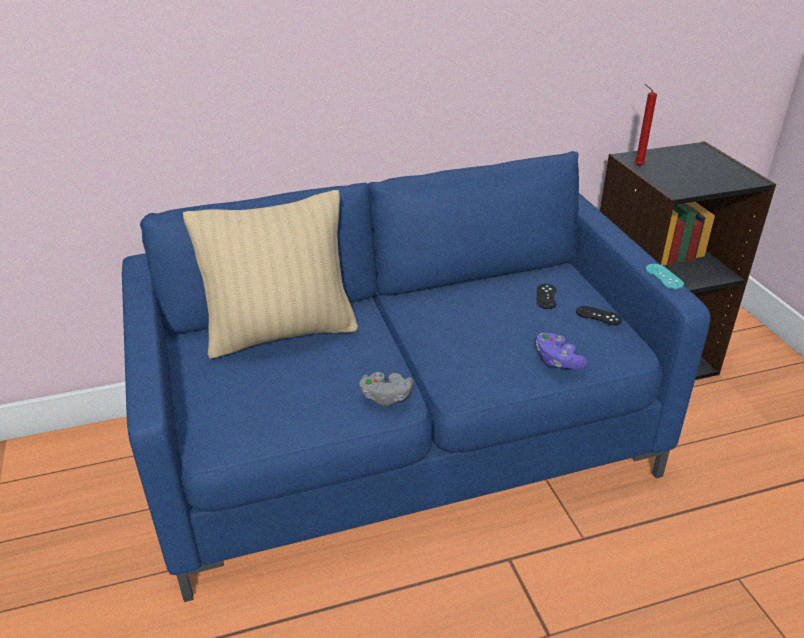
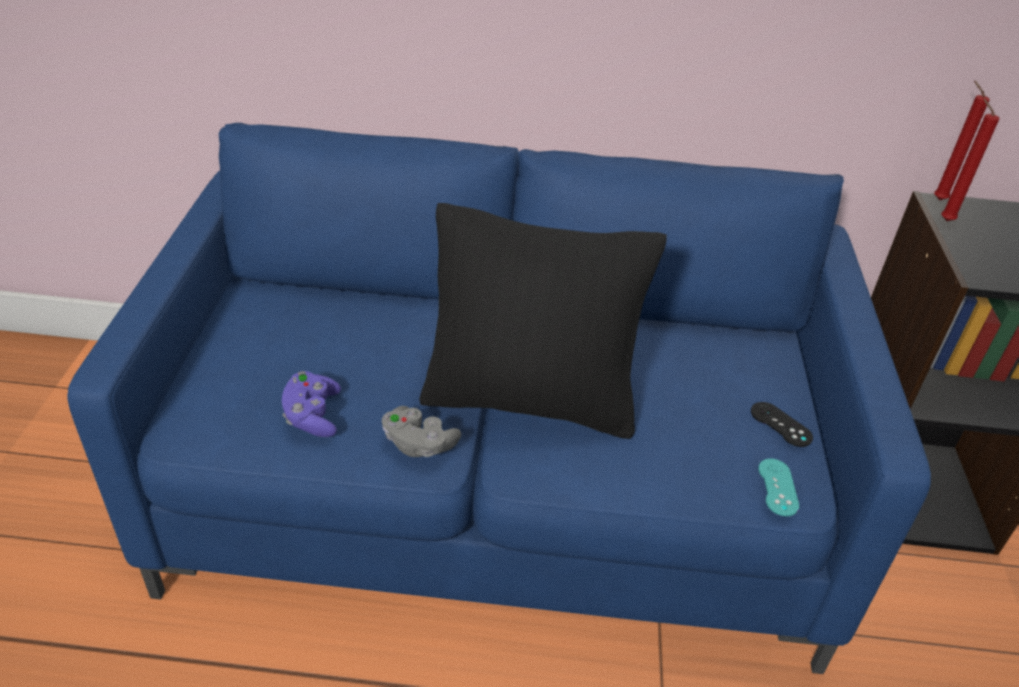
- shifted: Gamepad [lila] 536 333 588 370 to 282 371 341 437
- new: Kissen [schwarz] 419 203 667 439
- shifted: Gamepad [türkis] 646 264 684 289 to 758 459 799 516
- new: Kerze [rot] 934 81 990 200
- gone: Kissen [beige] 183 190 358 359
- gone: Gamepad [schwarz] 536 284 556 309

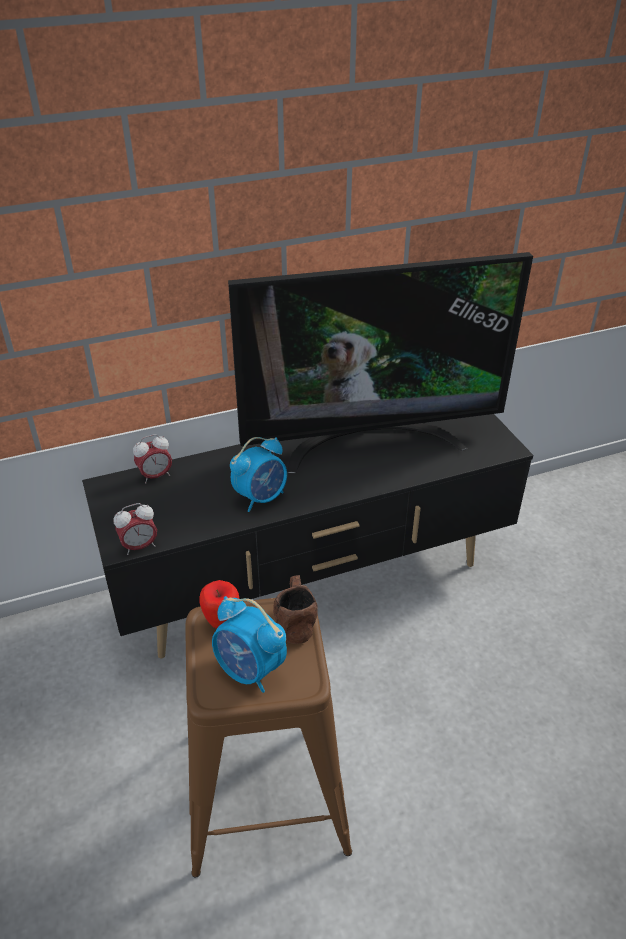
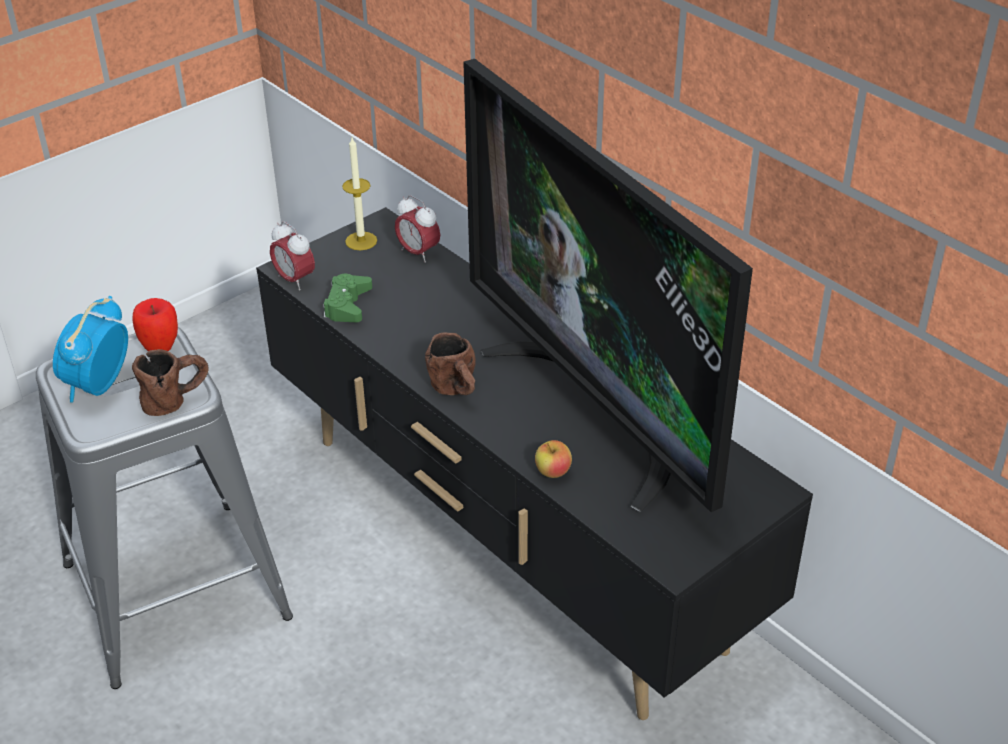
- repainted: Hocker [braun] 185 598 352 878 to Hocker [grau] 36 327 293 689
- new: Gamepad [grün] 323 274 372 322
- new: Kerze 342 138 377 250
- new: Henkelbecher [braun] 425 333 476 395
- new: Apfel 535 440 572 478
- gone: Wecker 230 437 287 512

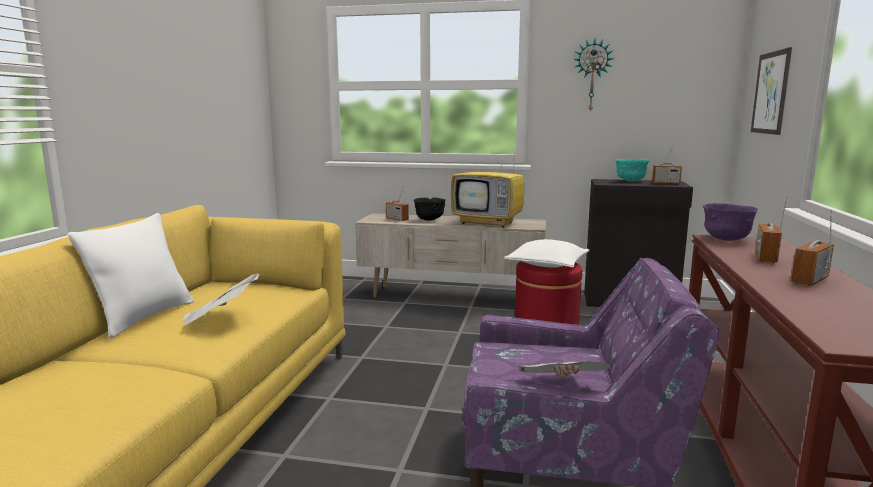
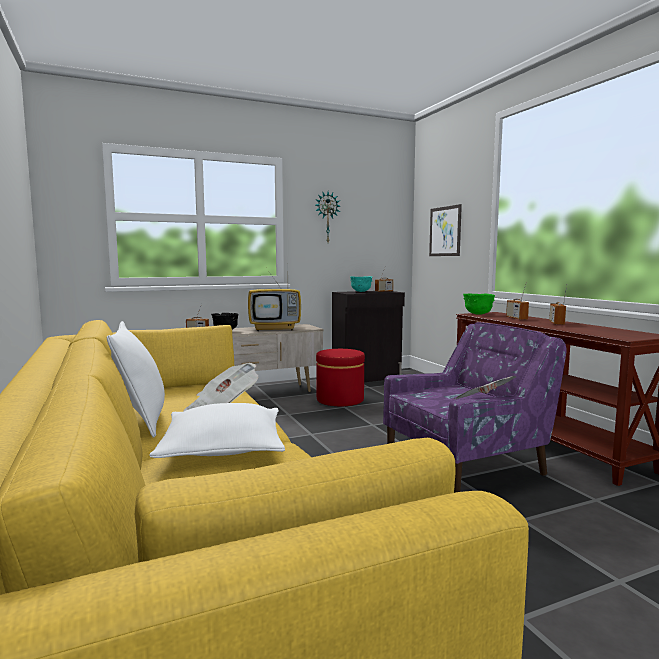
- shifted: Kissen [weiß] 504 239 590 268 to 149 403 285 458
- repainted: Schüssel [lila] 703 203 758 241 to Schüssel [grün] 463 294 495 315

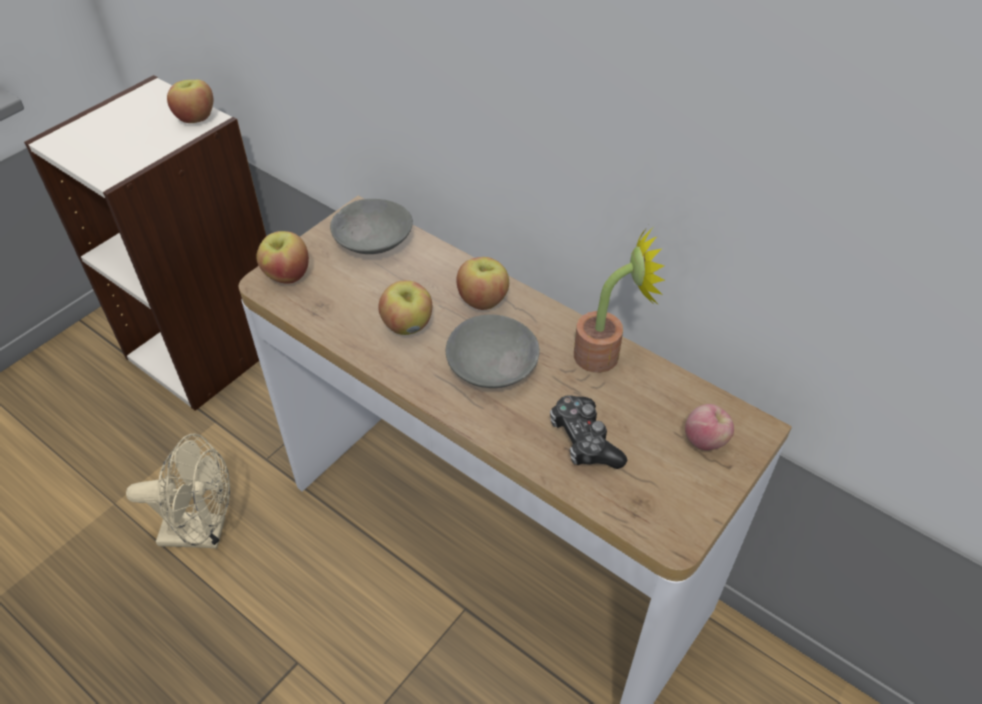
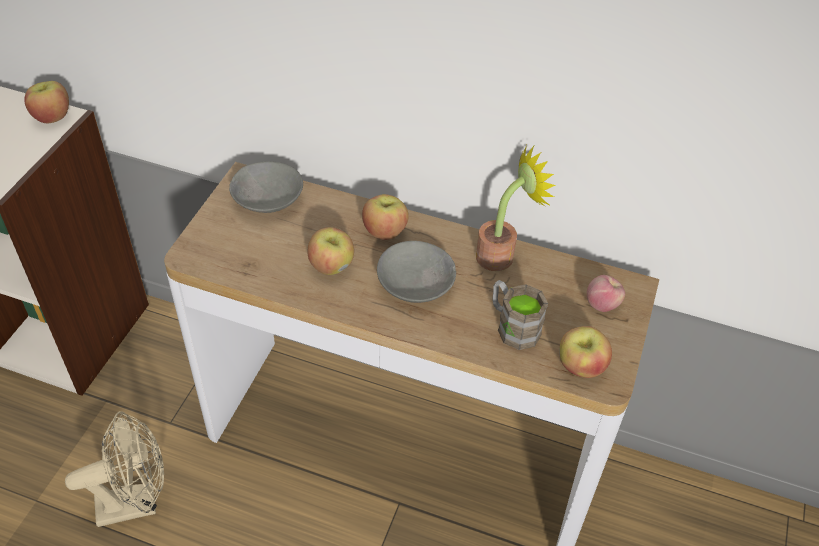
- swapped: Gamepad 550 395 627 469 to Henkelbecher [braun] 493 280 548 350
- shifted: Apfel 256 231 309 284 to 559 326 612 378

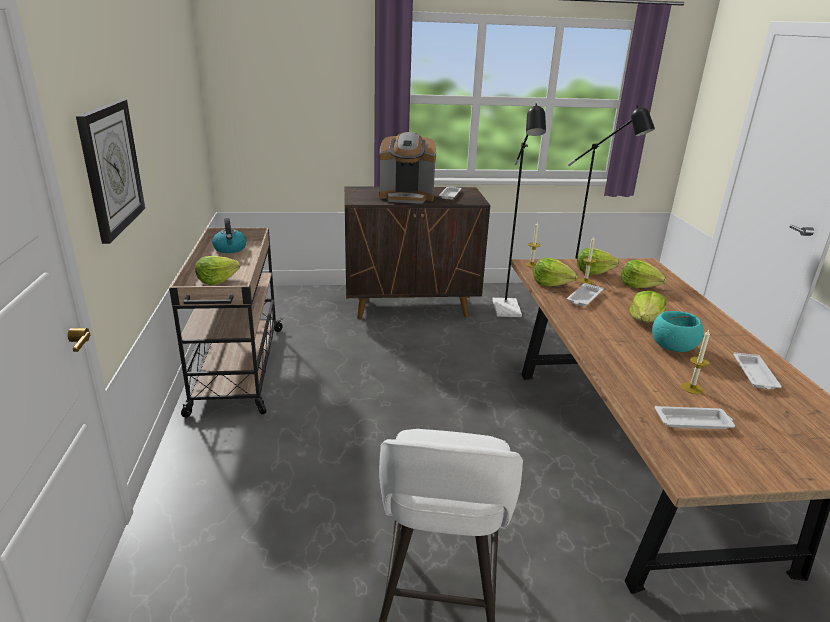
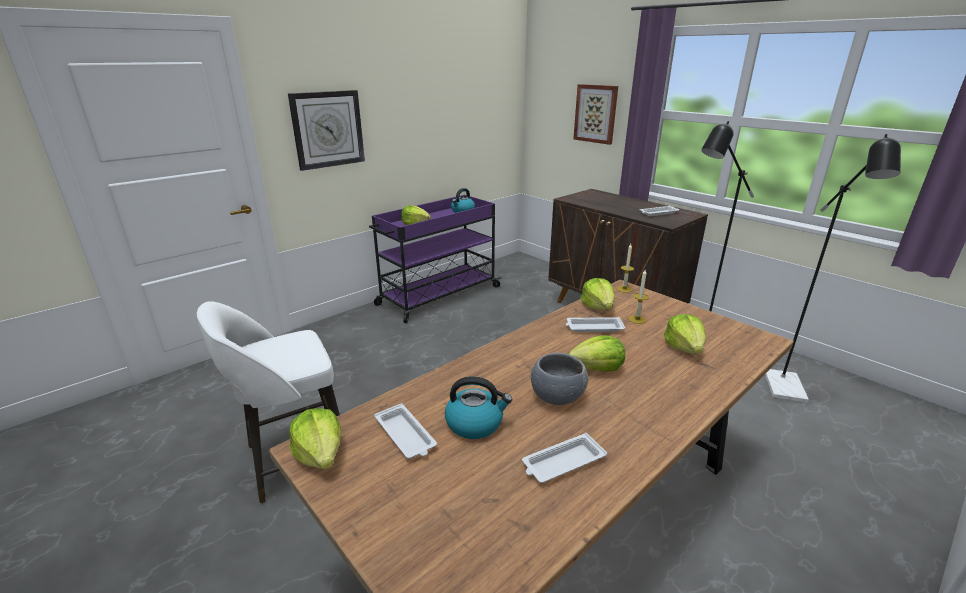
- shifted: Salatkopf 577 248 619 275 to 289 408 342 469
- repainted: Rollwagen [beige] 169 228 284 418 to Rollwagen [lila] 369 195 502 323
- swapped: Kerze 681 330 710 394 to Wasserkessel 445 376 512 439
- repainted: Schüssel [türkis] 652 311 704 352 to Schüssel [grau] 531 353 588 405
- new: Bild 573 84 618 145
- gone: Kaffeemaschine 379 132 436 204

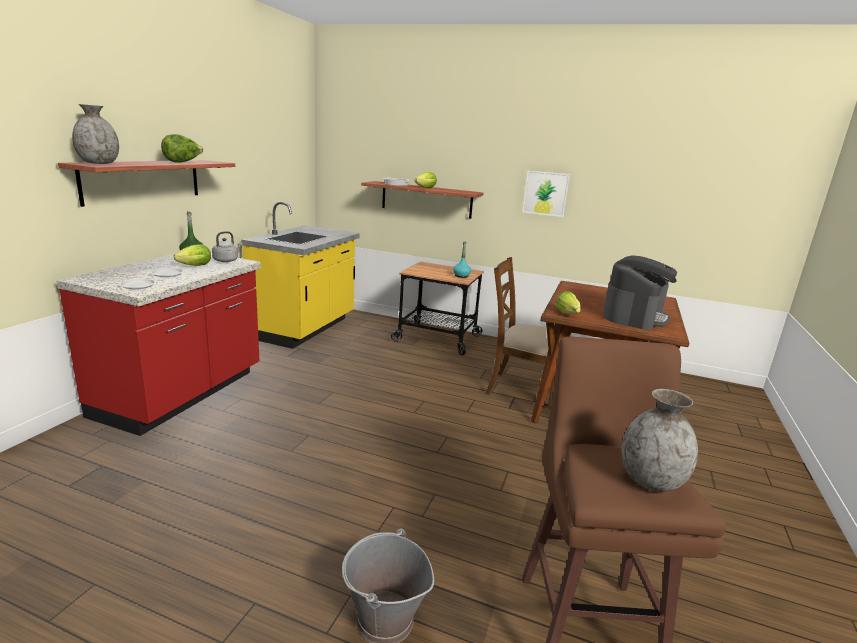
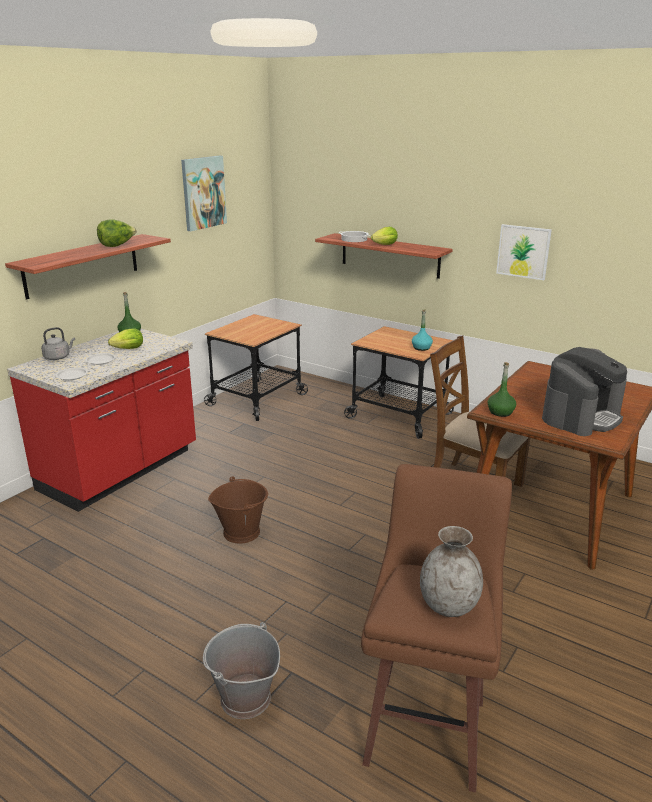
- shifted: Wasserkessel [grau] 212 231 243 262 to 41 327 75 360
- new: Bild 181 156 227 231
- swapped: Küchenzeile [gelb] 241 202 360 349 to Rollwagen 204 314 308 421
- new: Eimer [braun] 208 476 268 543
- swapped: Salatkopf 556 291 581 314 to Flasche [grün] 488 362 516 417
- gone: Vase [grau] 72 104 119 164

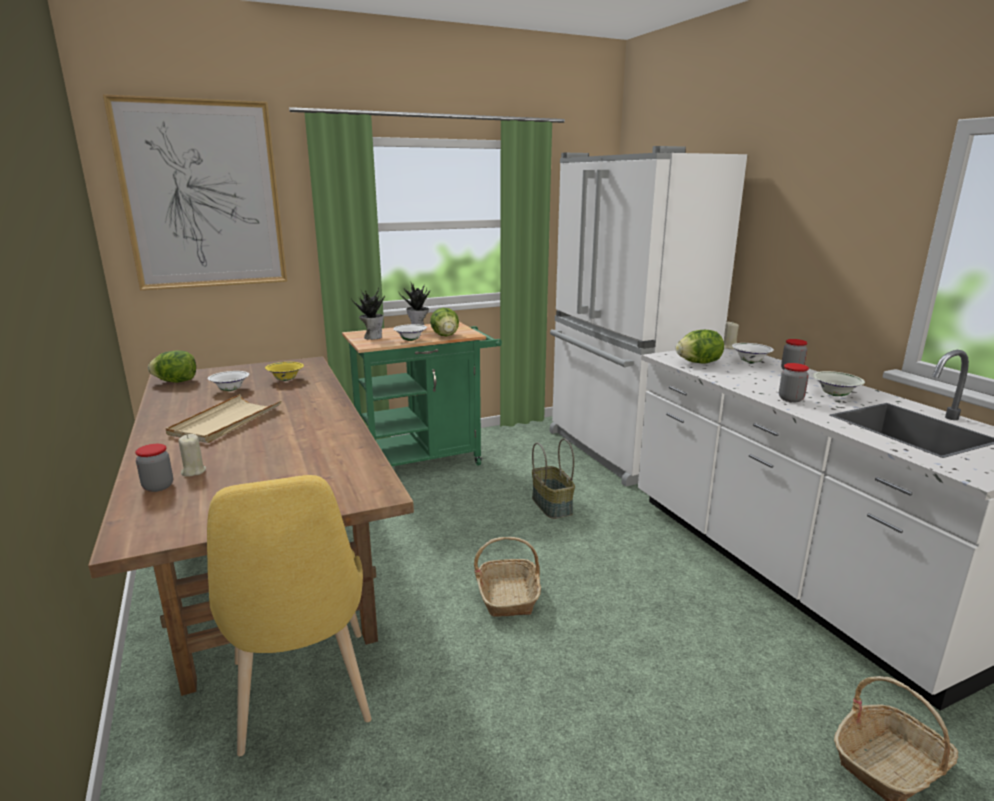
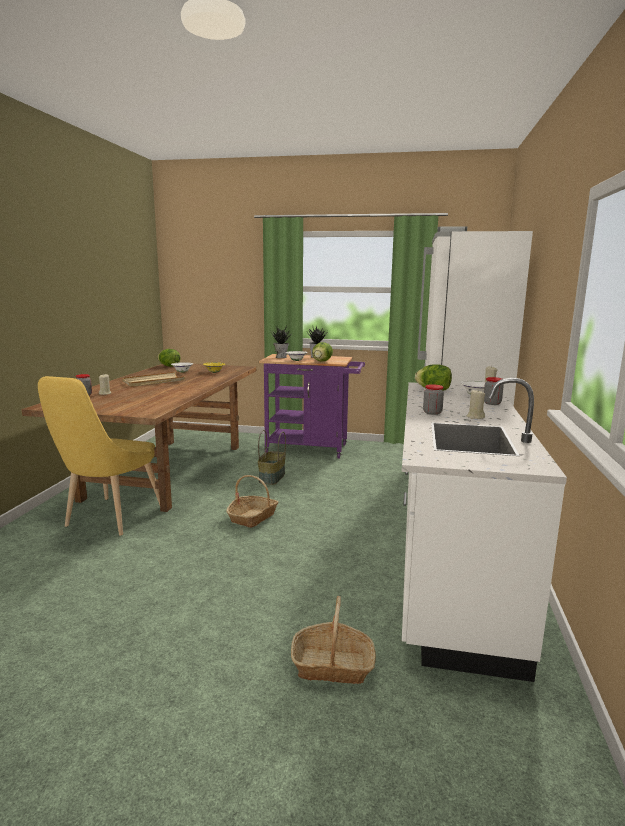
- shifted: Korb 532 439 575 519 to 258 430 286 485
- repainted: Rollwagen [grün] 342 322 502 466 to Rollwagen [lila] 259 354 365 459
- swapped: Schüssel [weiß] 813 371 865 396 to Kerze [beige] 467 390 485 419
- gone: Bild 103 94 287 290

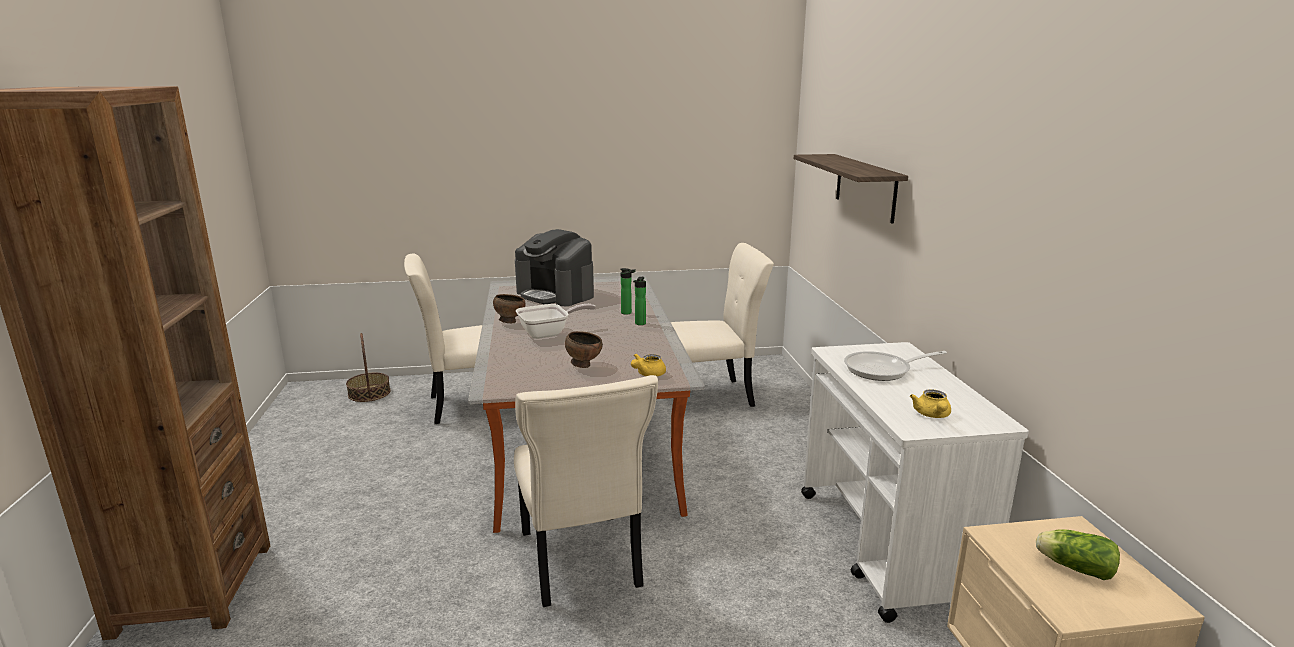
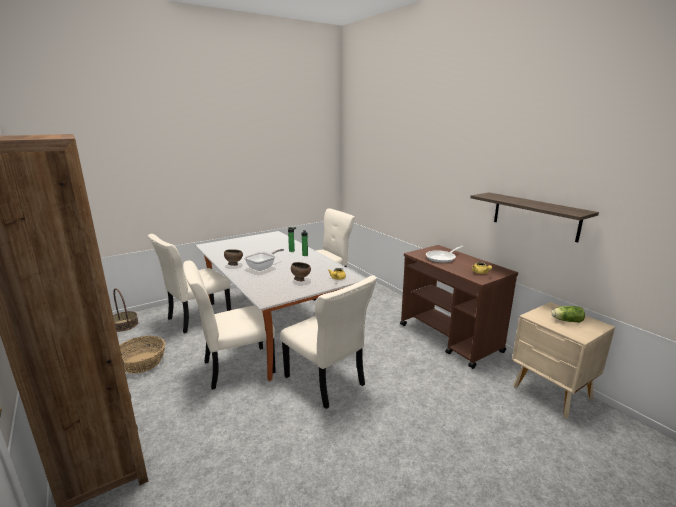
- new: Korb 119 336 165 374
- new: Stuhl [beige] 183 261 276 390
- repainted: Rollwagen [weiß] 801 342 1029 623 to Rollwagen [braun] 400 245 518 369
- shifted: Wandregal 794 154 908 224 to 470 192 599 242
- gone: Kaffeemaschine 515 229 594 306

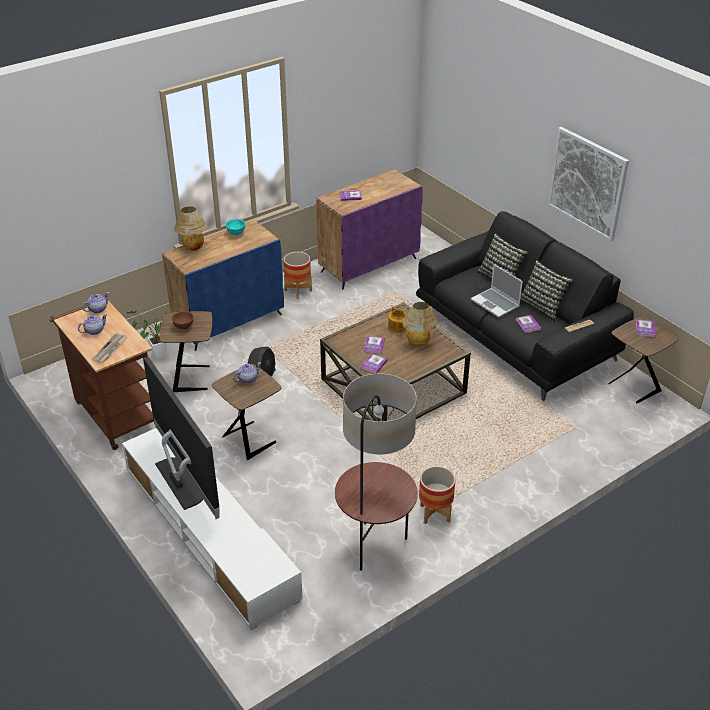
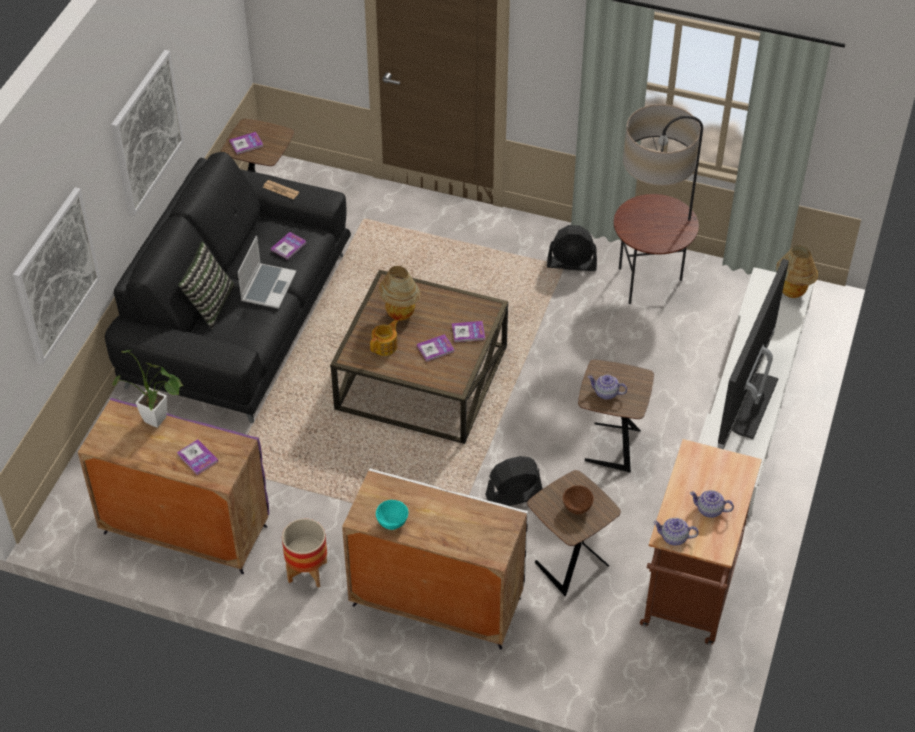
- new: Bild 13 187 100 365
- shifted: Topfpflanze 127 311 173 360 to 112 350 183 428
- repainted: Schrank [blau] 162 220 284 351 to Schrank [weiß] 342 468 528 649
- swapped: Pflanzkübel 419 466 455 524 to Ventilator [schwarz] 547 225 597 271
- shifted: Tischlampe 174 206 208 251 to 776 245 818 298
- gone: Zeitung 92 333 128 363
- gone: Kissen 520 260 573 322

